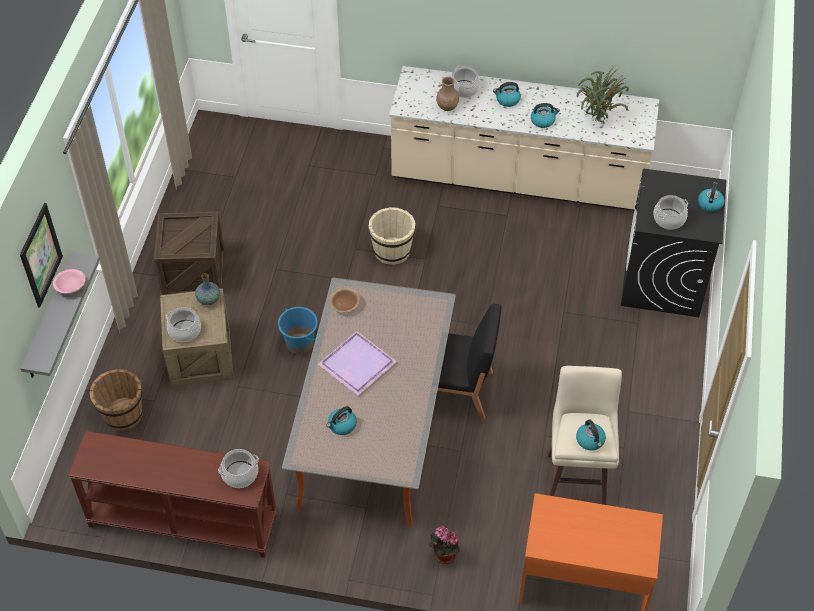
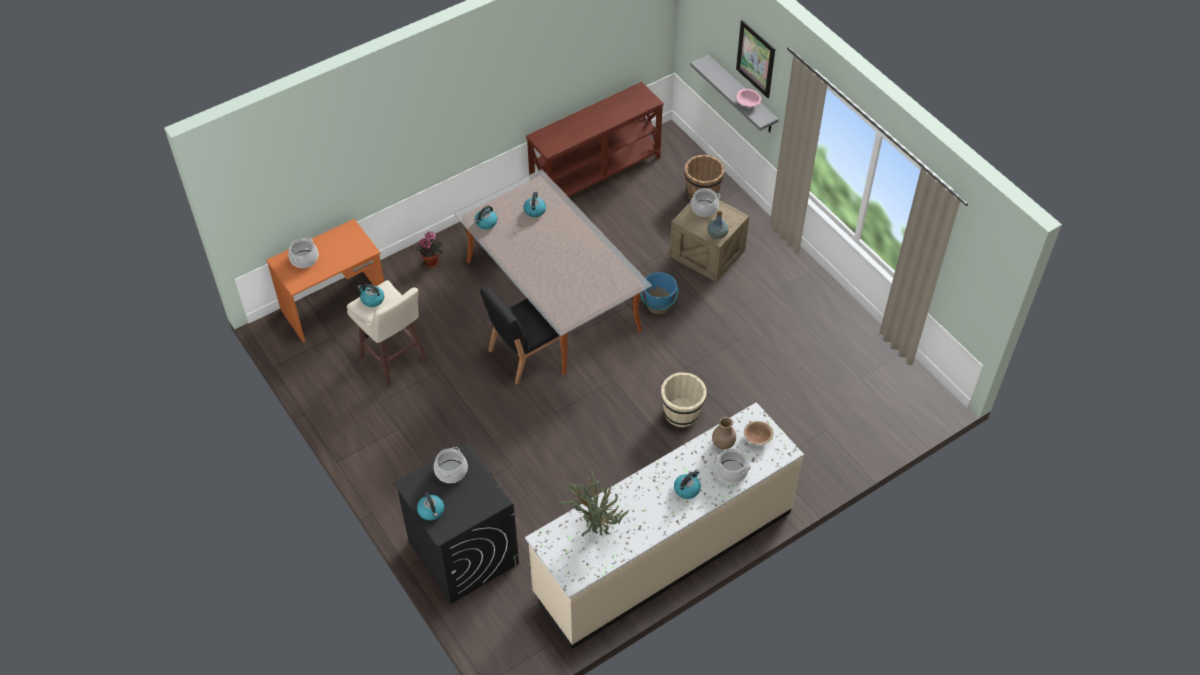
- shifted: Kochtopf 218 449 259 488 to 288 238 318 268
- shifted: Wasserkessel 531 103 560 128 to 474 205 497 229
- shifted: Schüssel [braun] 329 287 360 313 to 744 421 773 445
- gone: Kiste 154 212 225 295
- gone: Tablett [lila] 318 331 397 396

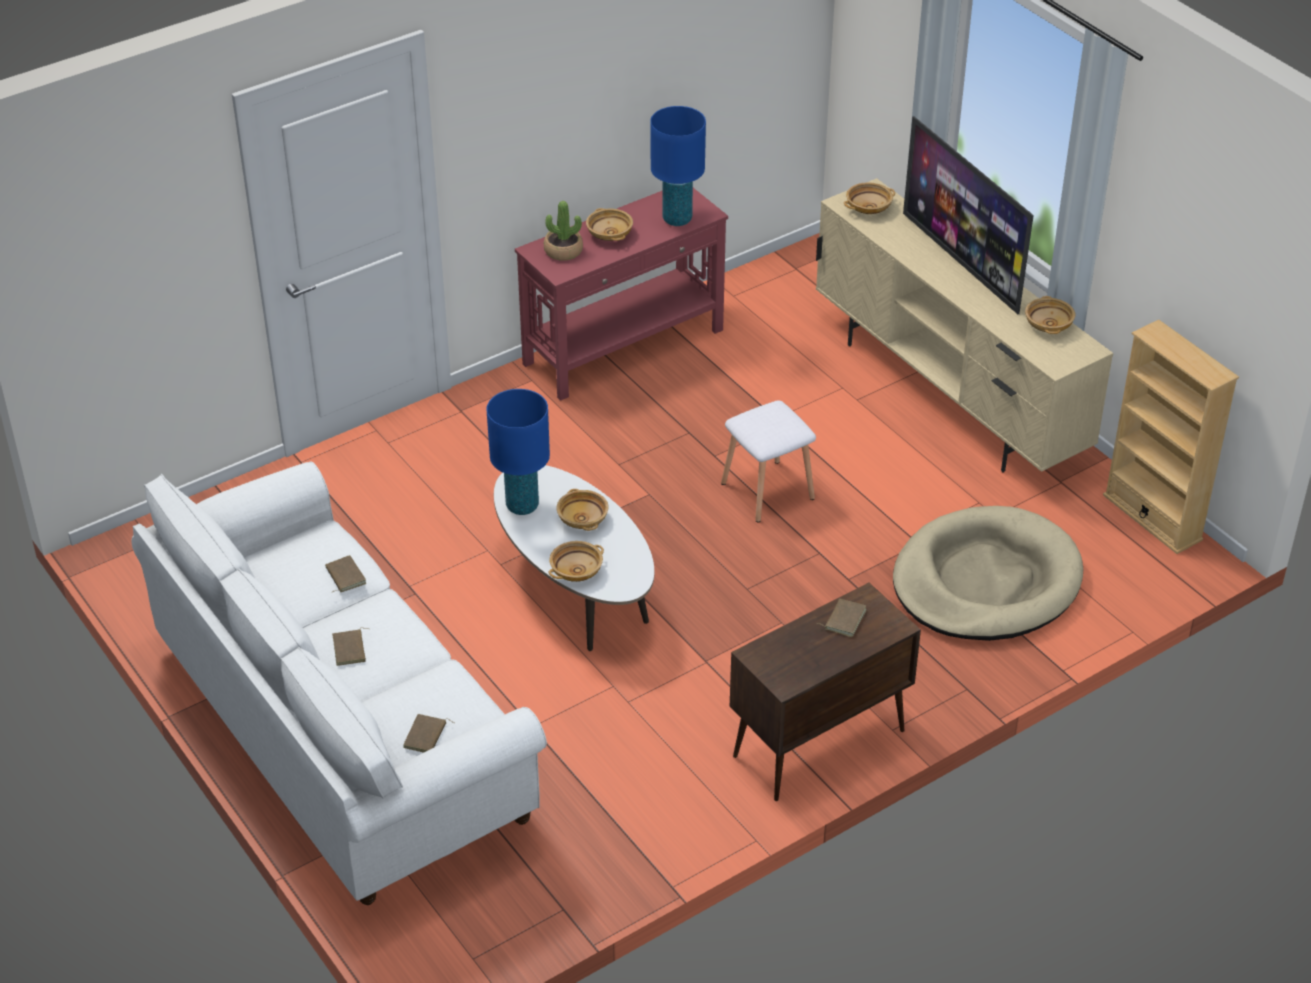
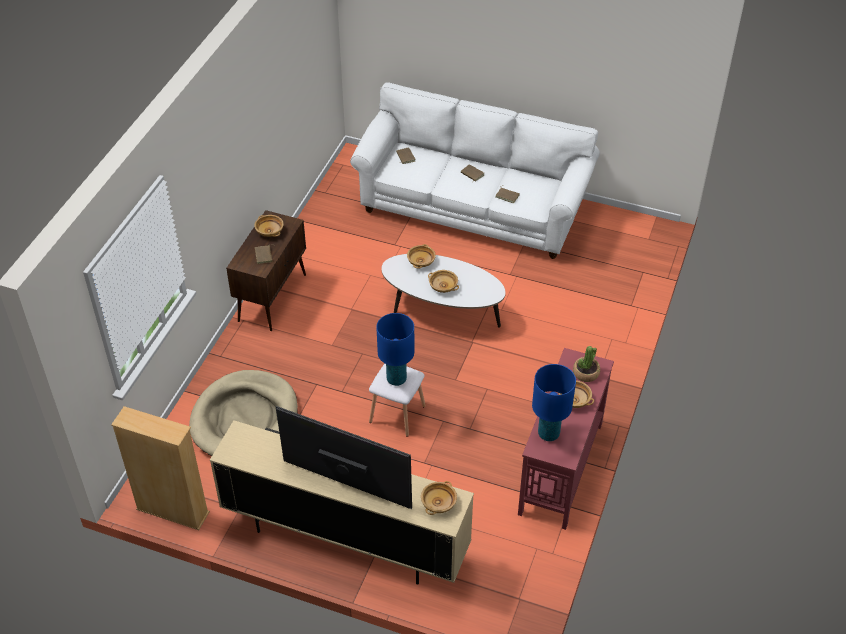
- shifted: Schüssel [beige] 1025 296 1076 334 to 254 215 284 237
- shifted: Tischlampe [blau] 487 389 550 515 to 376 313 414 386

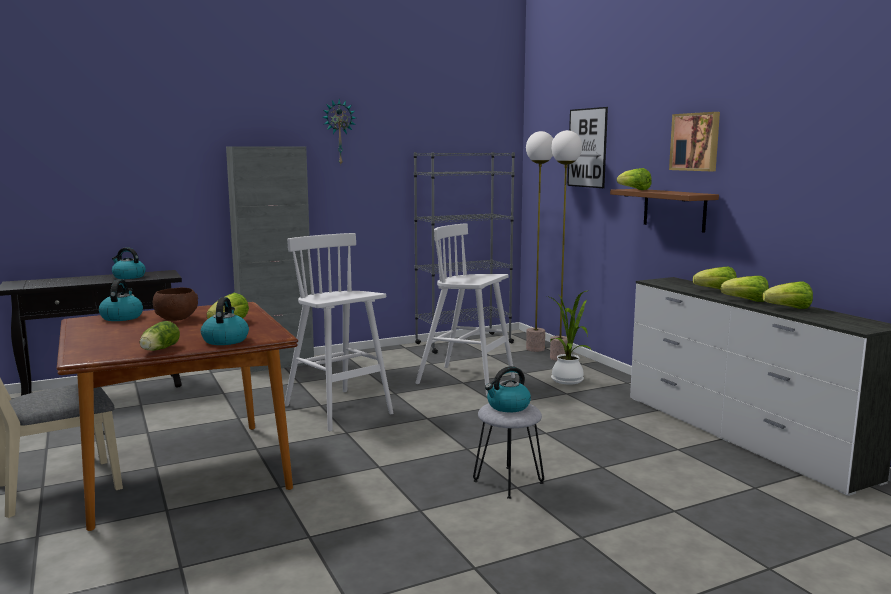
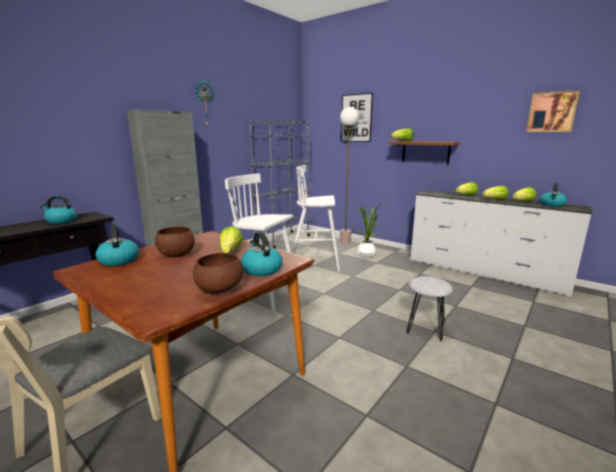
- swapped: Salatkopf 140 321 180 351 to Schüssel [braun] 193 253 243 294
- shifted: Bild 669 112 720 171 to 526 90 580 132
- shifted: Wasserkessel 485 366 531 413 to 540 183 567 207
- gone: Stehlampe 526 131 553 352

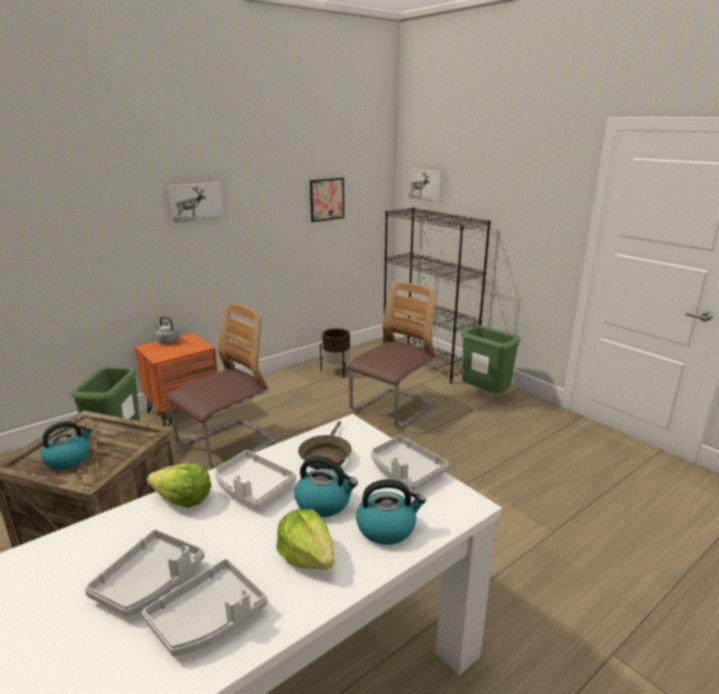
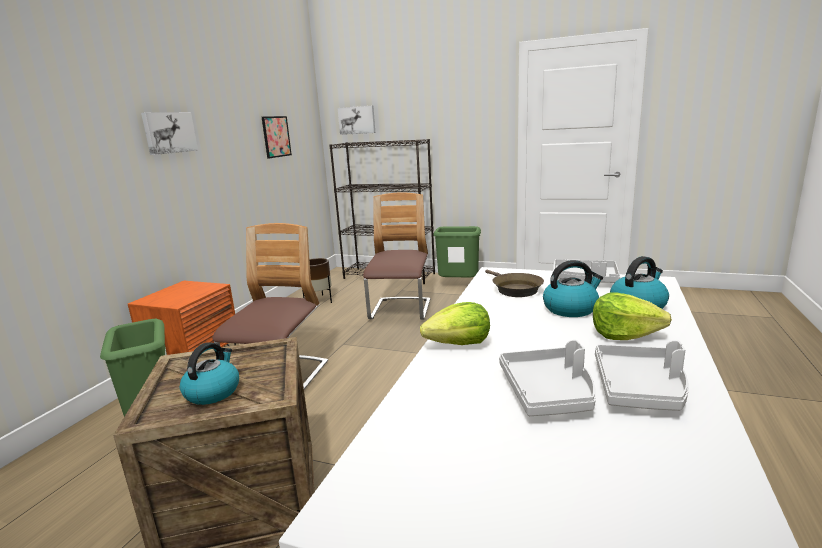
- gone: Wasserkessel [grau] 155 316 179 344
- gone: Tablett [weiß] 215 450 296 509

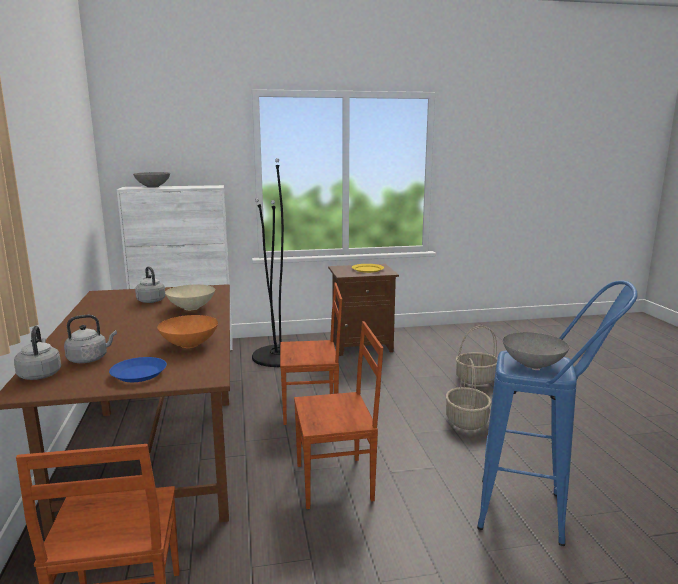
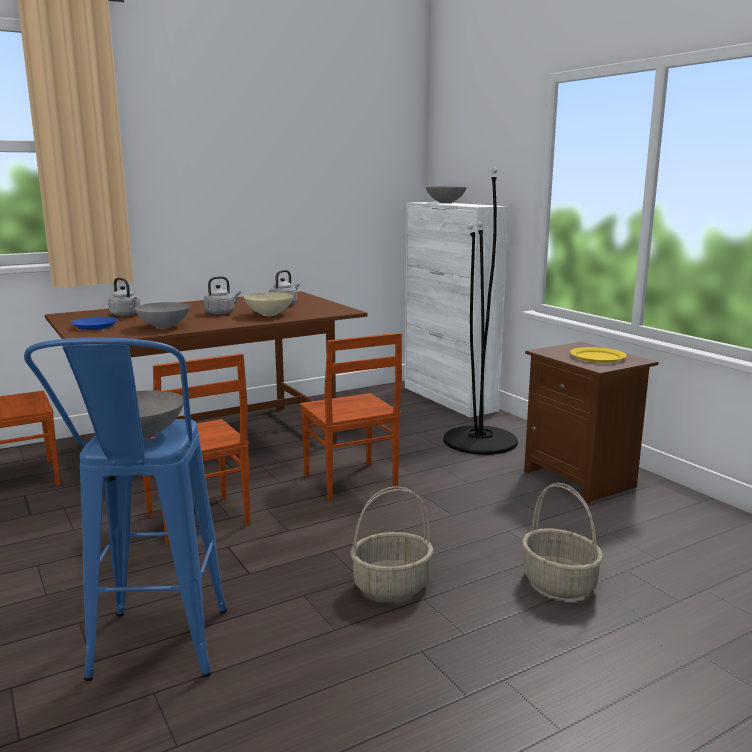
- repainted: Schüssel [orange] 157 315 218 348 to Schüssel [grau] 135 302 190 329
- shifted: Wasserkessel [grau] 14 326 61 380 to 204 276 241 315

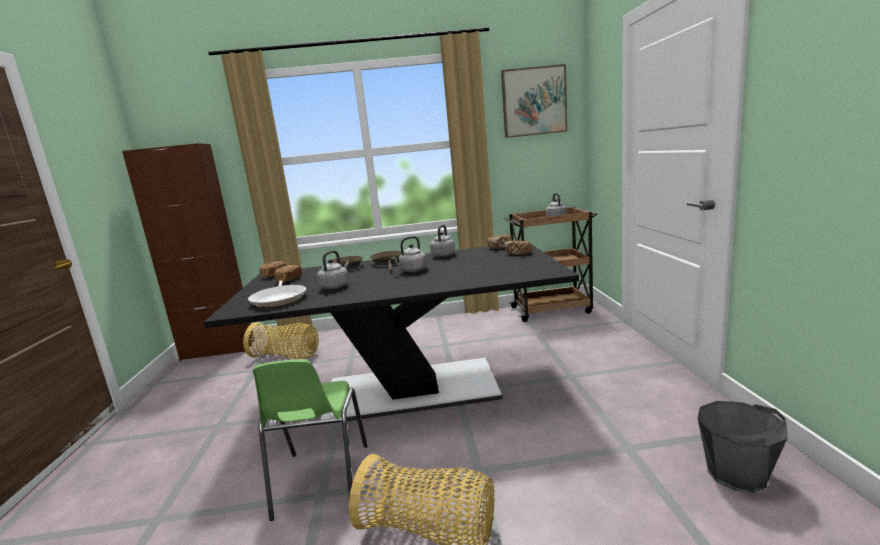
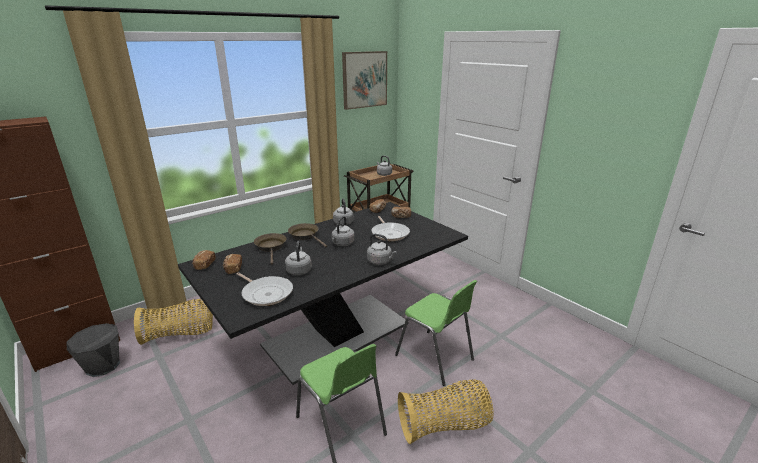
- shifted: Eimer [grau] 697 401 788 493 to 67 323 120 377
- new: Wasserkessel [grau] 367 234 397 265
- new: Pfanne 372 216 410 241
- new: Stuhl [grün] 395 280 477 386

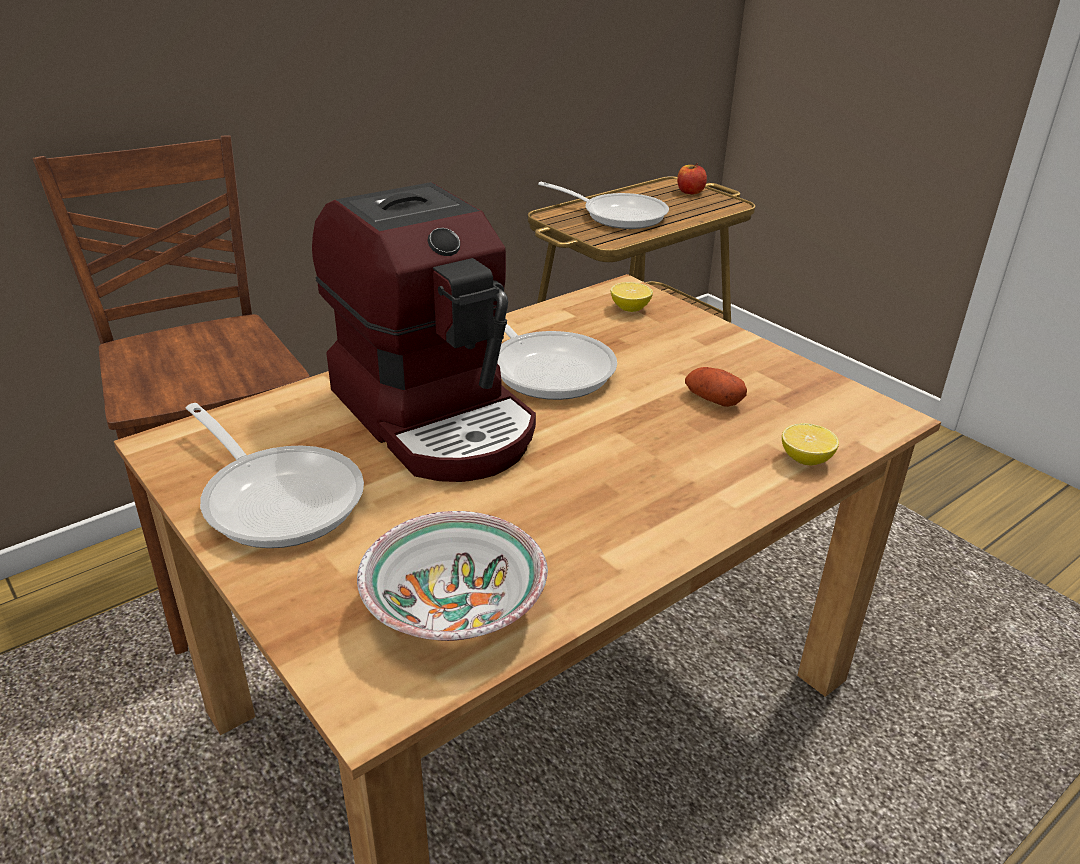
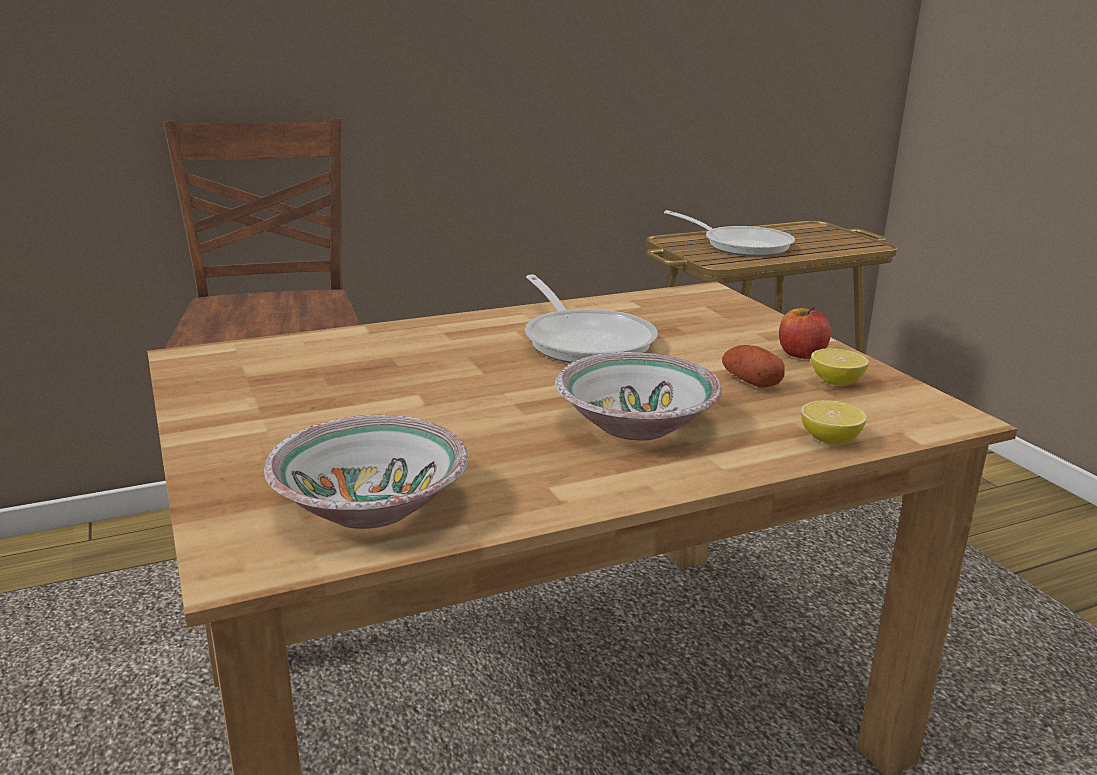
- new: Schüssel 555 352 722 441
- shifted: Apfel 677 163 707 194 to 779 307 831 359
- shifted: Zitrone 611 282 653 312 to 811 348 869 386
- gone: Pfanne 186 403 364 548
- gone: Kaffeemaschine 312 182 536 482

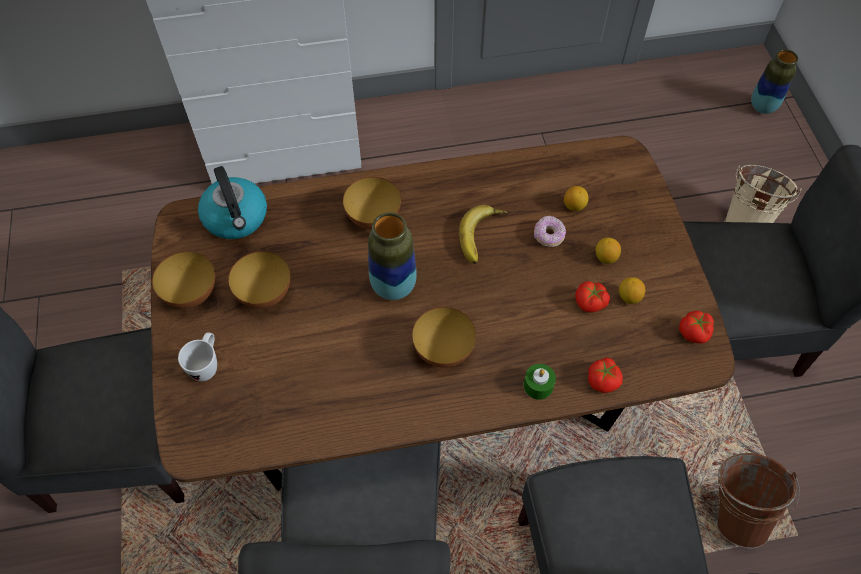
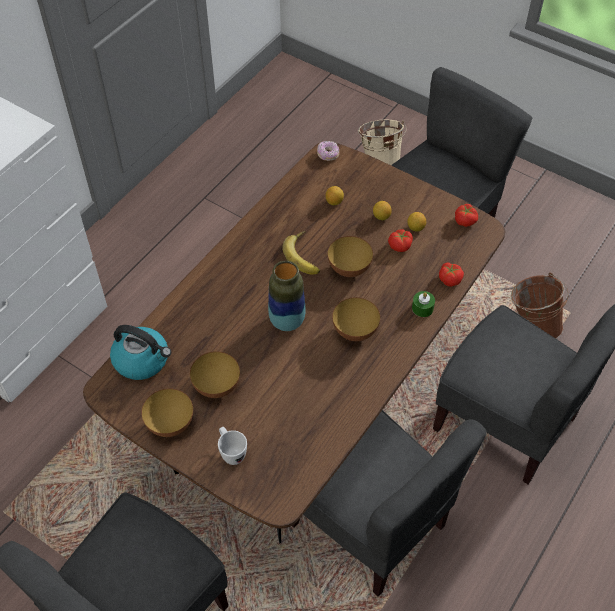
- shifted: Donut 534 216 566 247 to 317 141 339 161
- shifted: Schüssel 343 177 401 230 to 328 236 373 277
- gone: Vase 751 49 798 114

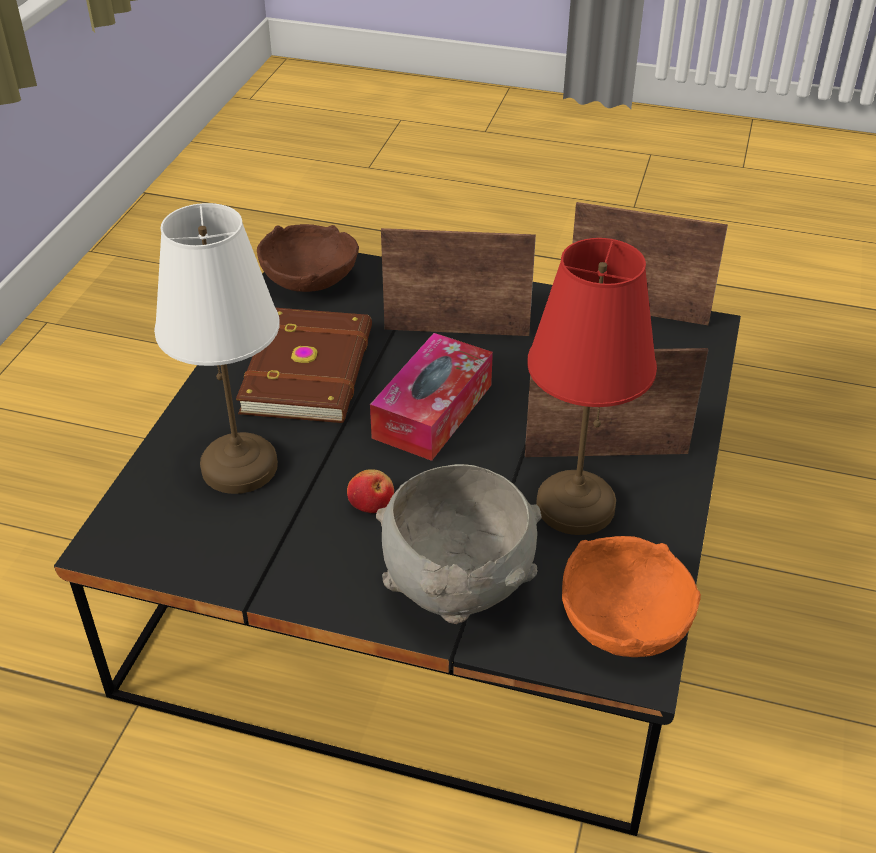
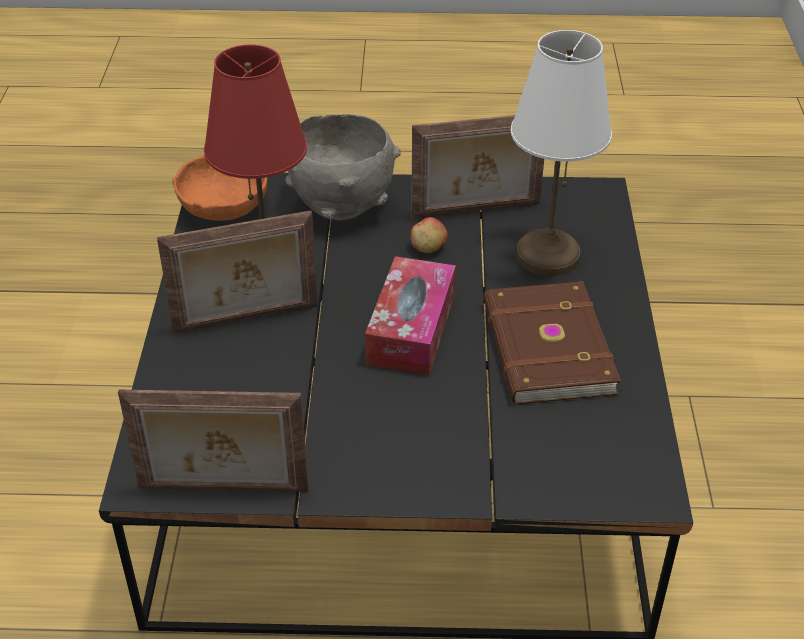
- shifted: Bilderrahmen 381 228 536 336 to 411 115 544 218
- gone: Schüssel [braun] 257 224 359 292

